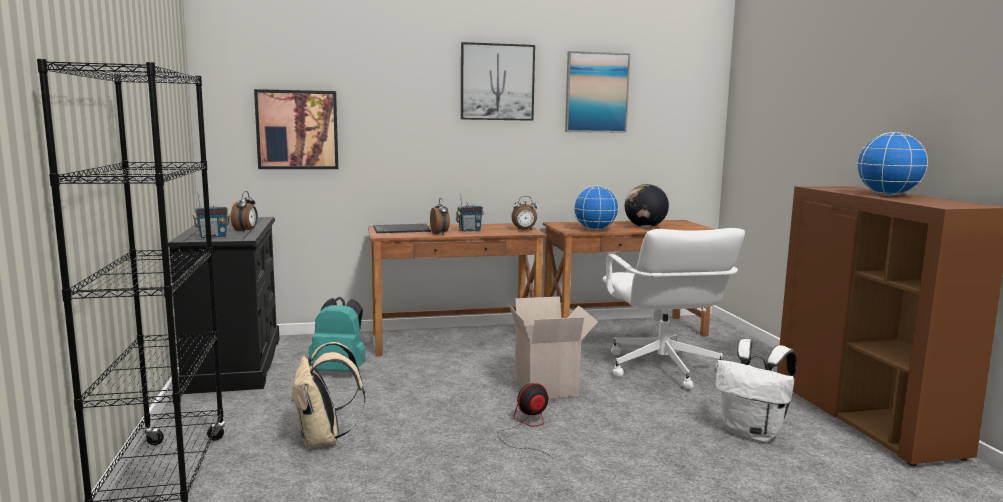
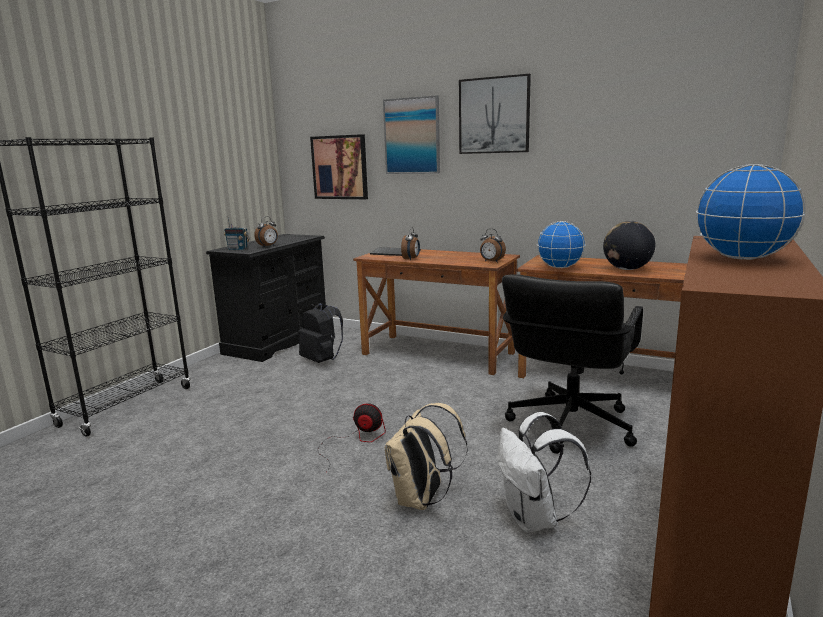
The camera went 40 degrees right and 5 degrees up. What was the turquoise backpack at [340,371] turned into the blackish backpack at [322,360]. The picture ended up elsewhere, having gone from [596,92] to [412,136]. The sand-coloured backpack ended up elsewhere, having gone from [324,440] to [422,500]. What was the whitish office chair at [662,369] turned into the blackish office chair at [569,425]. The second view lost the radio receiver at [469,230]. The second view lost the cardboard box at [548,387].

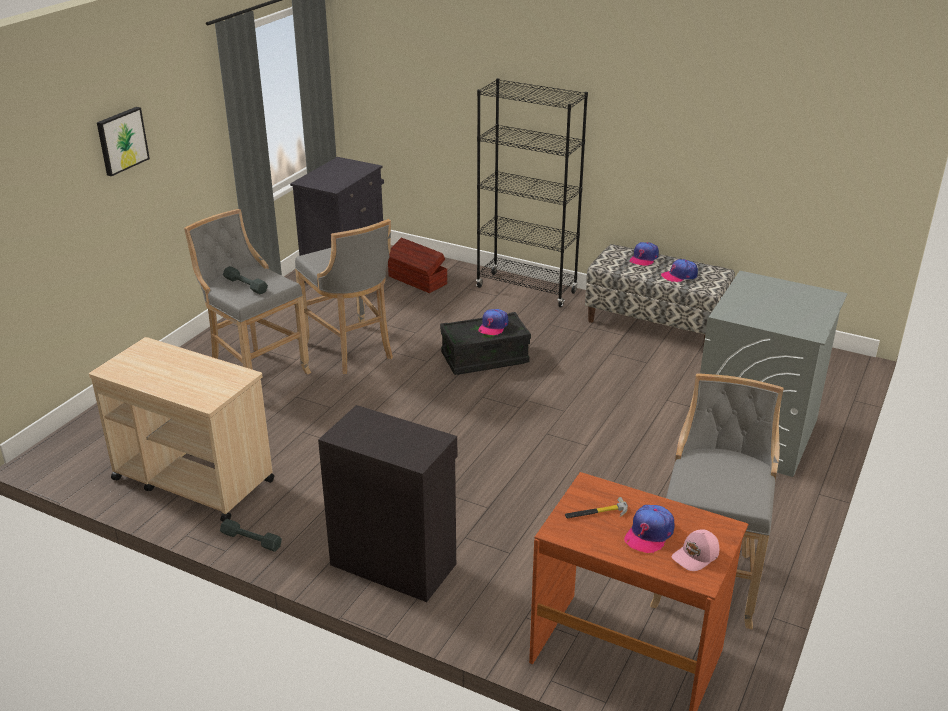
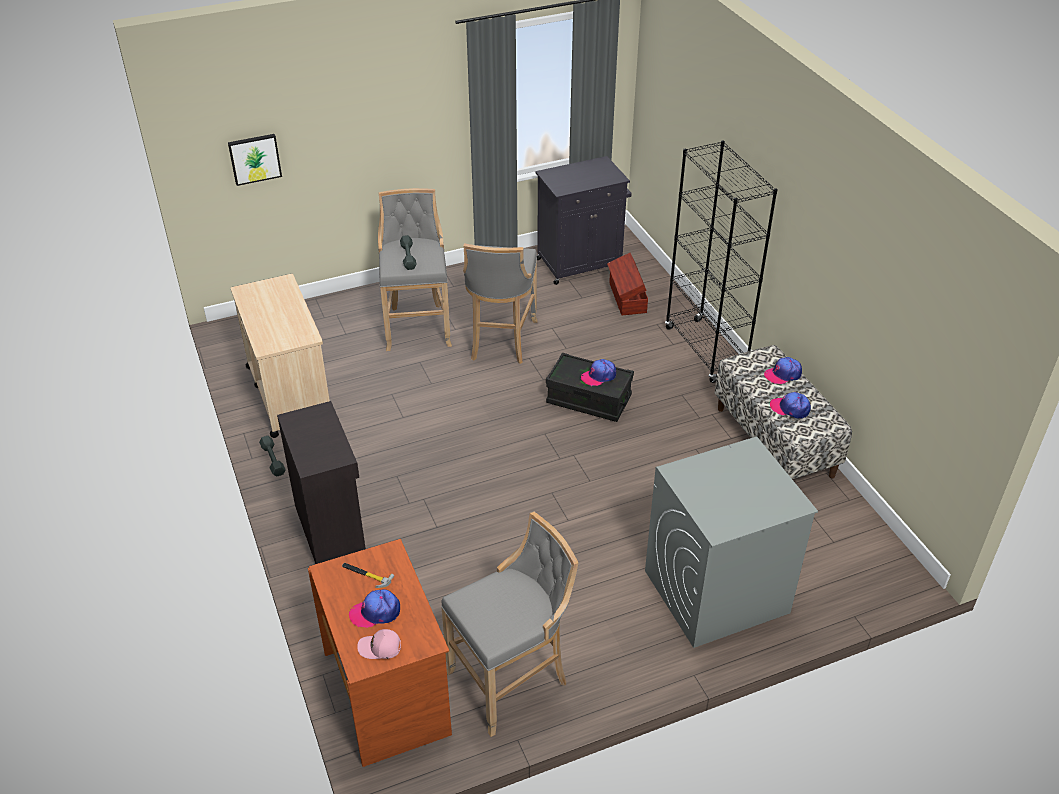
The camera went 40 degrees right and 10 degrees up. The picture ended up elsewhere, having gone from [121,140] to [254,158].

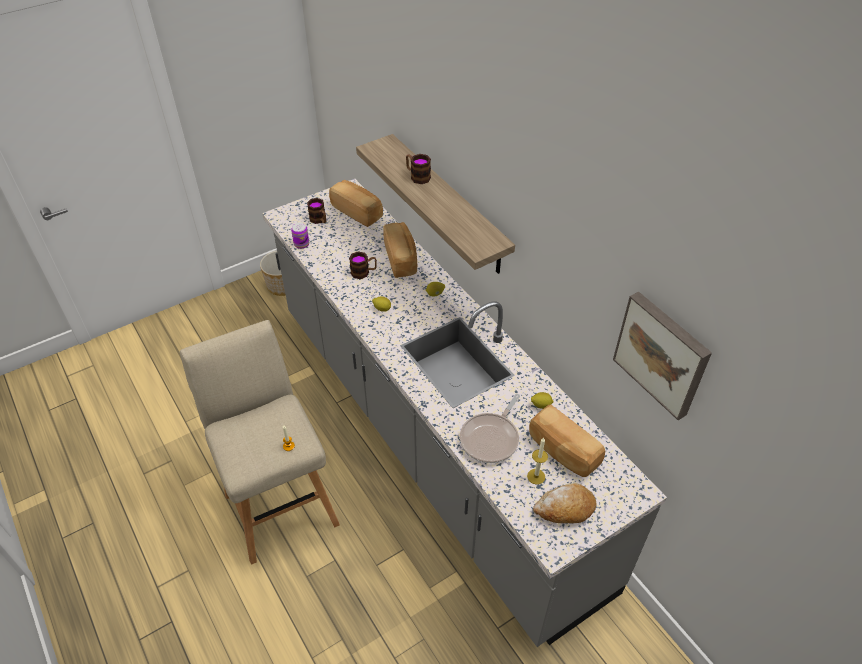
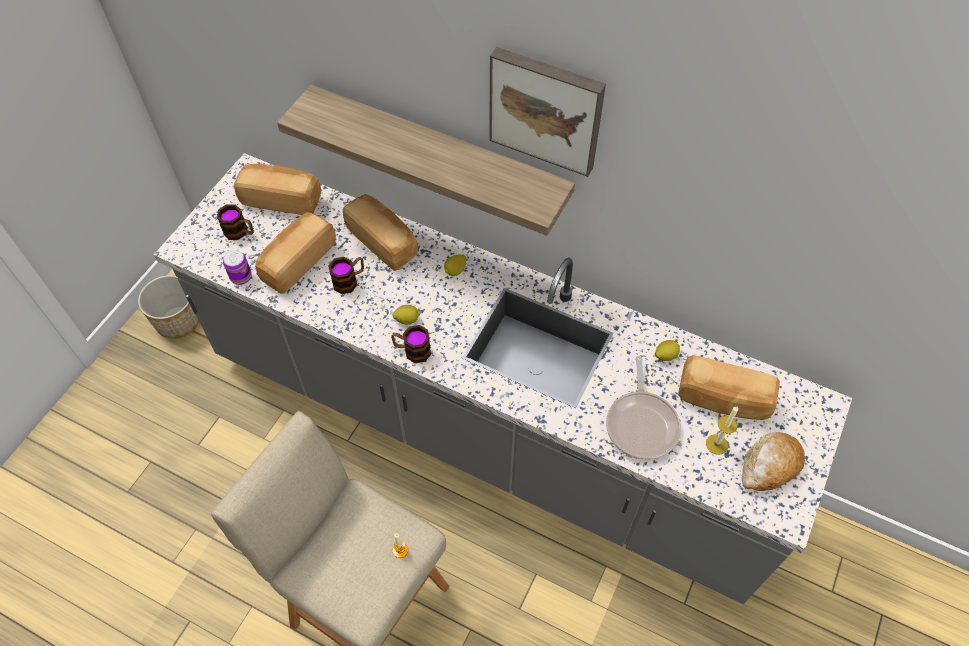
The camera went 30 degrees left and 10 degrees up. The second view gained the baked bread at [297,262]. The tea mug ended up elsewhere, having gone from [417,176] to [412,350]. The picture ended up elsewhere, having gone from [662,353] to [546,109].

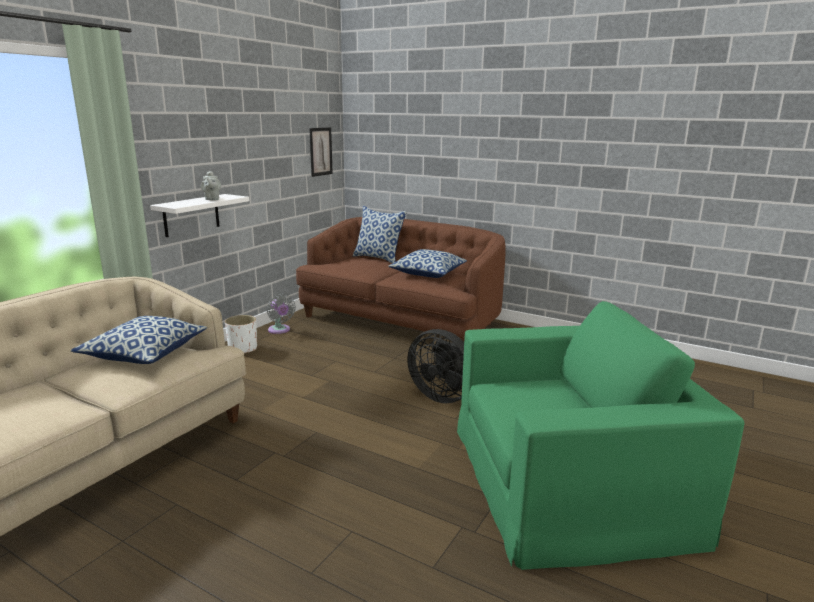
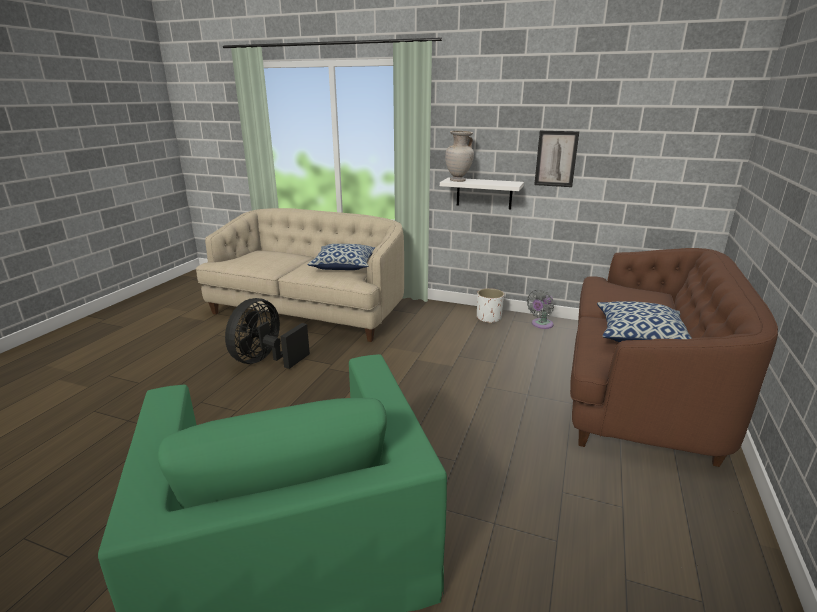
The camera went 80 degrees right and 5 degrees up. The blackish cooling fan ended up elsewhere, having gone from [442,395] to [266,360]. The second view gained the sand-coloured flower vase at [458,181]. The picture ended up elsewhere, having gone from [320,151] to [556,159]. The second view lost the greyish pot for tea at [212,199]. The second view lost the cushion at [378,258].

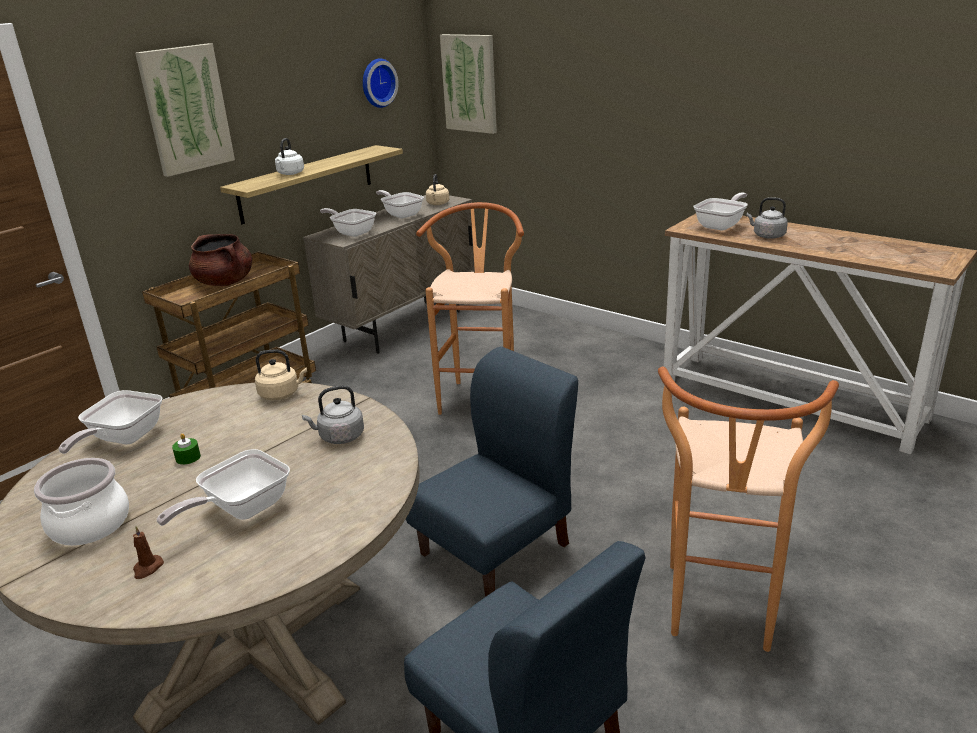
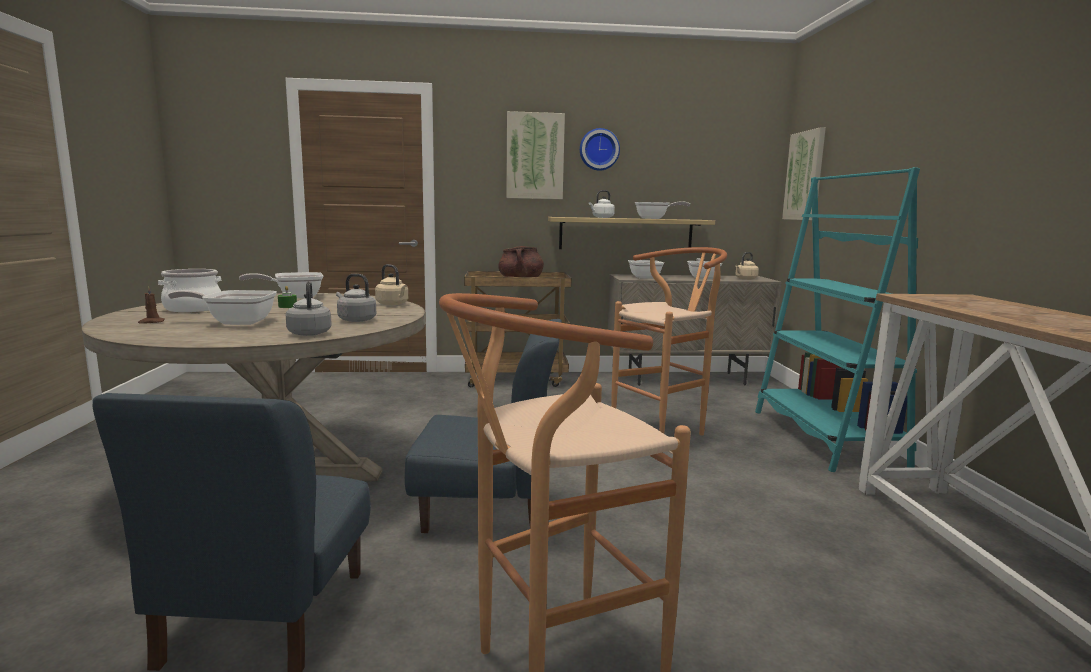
The camera went 45 degrees right and 15 degrees down. The greyish kettle ended up elsewhere, having gone from [767,236] to [310,333]. The clock on the wall ended up elsewhere, having gone from [377,83] to [599,149]. The frying pan ended up elsewhere, having gone from [722,225] to [655,218]. The second view gained the turquoise bookshelf at [825,437].

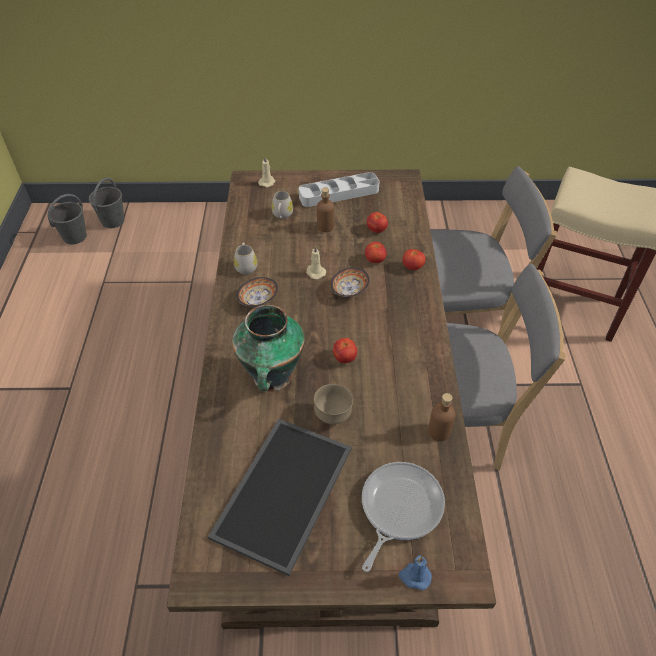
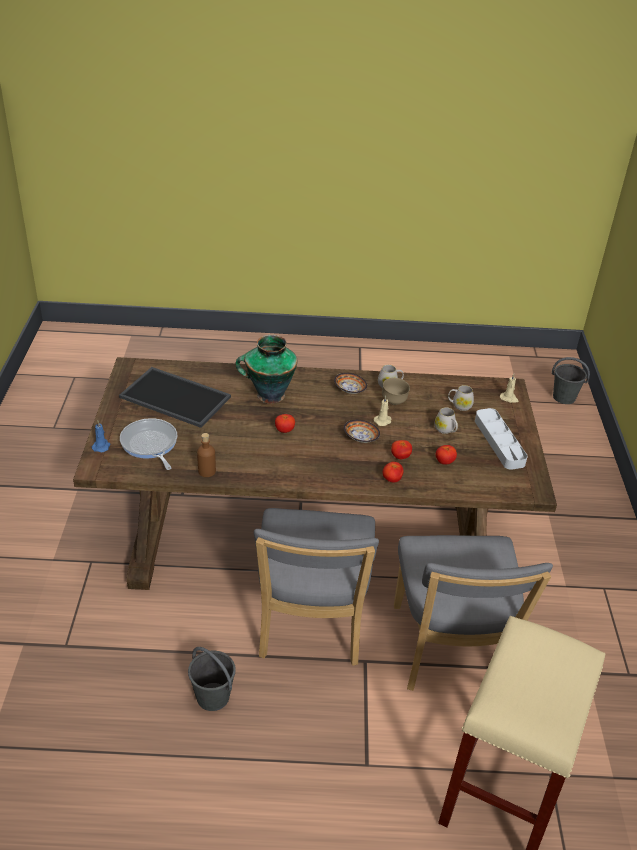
The camera went 90 degrees right and 10 degrees down. The frying pan at [398,508] ended up facing another way, 150 degrees counterclockwise from before. The greyish pail ended up elsewhere, having gone from [74,237] to [212,696]. The brown-coloured deep dish ended up elsewhere, having gone from [333,415] to [394,402]. Where the brown-coloured beverage bottle stood at [325,226], the whitish tea mug came to stand at [446,430].

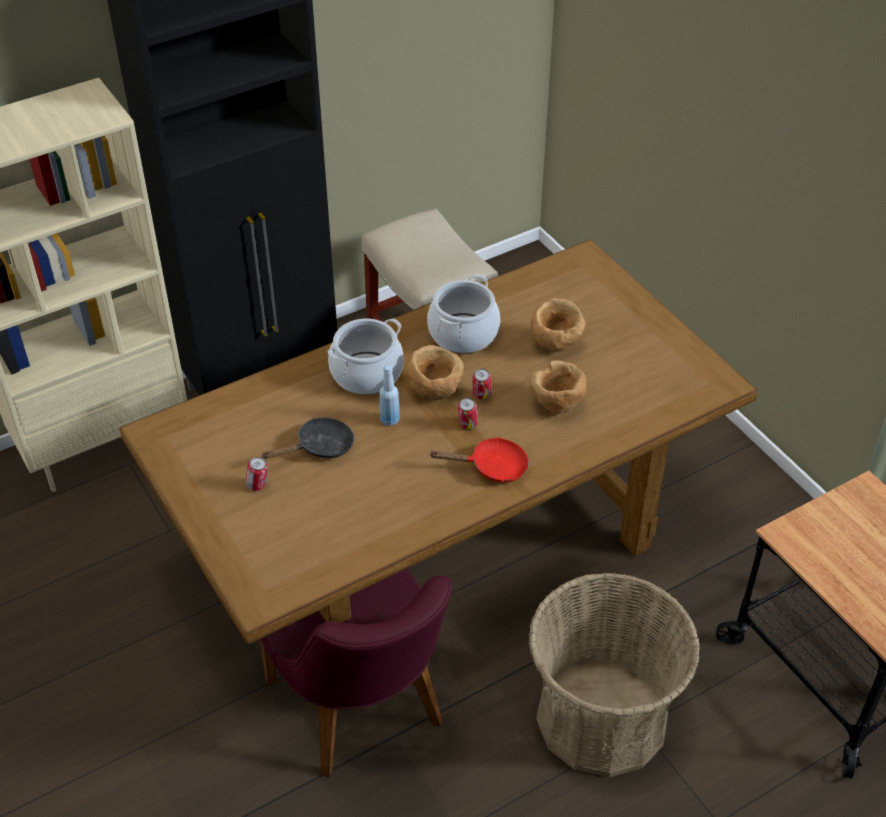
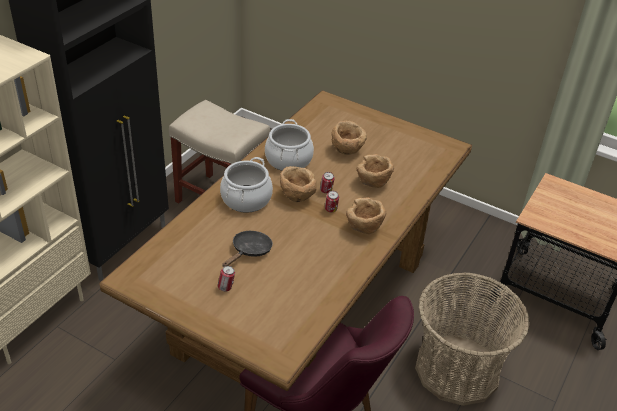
The camera went 30 degrees left and 5 degrees down. Where the red-coloured frying pan stood at [492,467], the brown-coloured deep dish came to stand at [364,229]. The second view lost the bluish beverage bottle at [390,420].

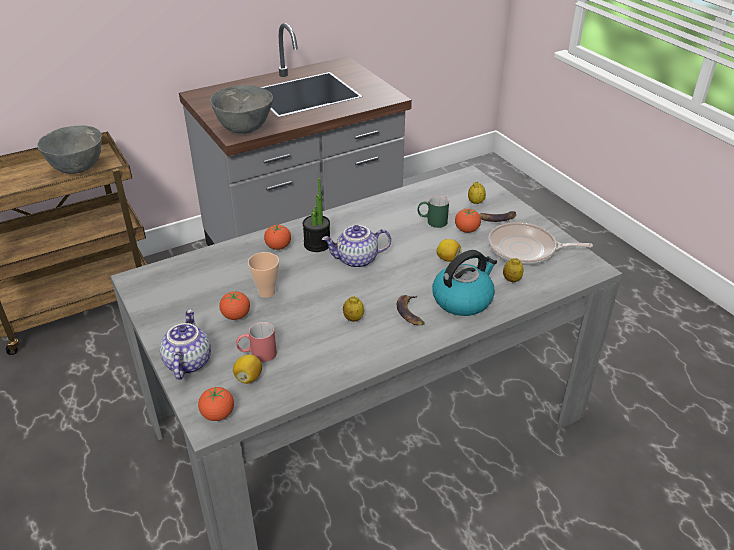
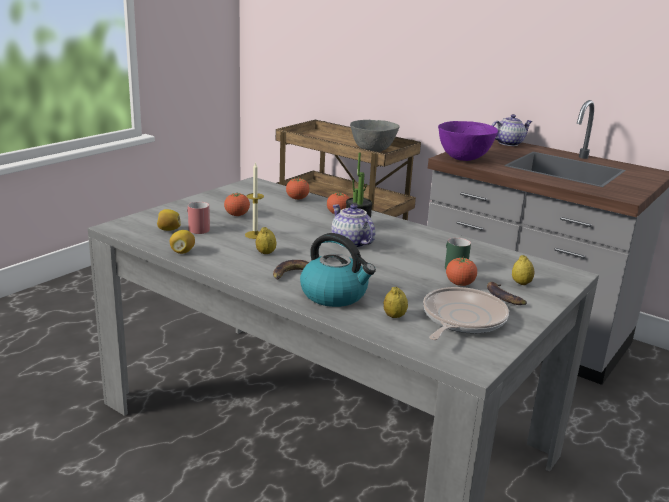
The camera went 65 degrees right and 15 degrees down. The citrus fruit ended up elsewhere, having gone from [448,259] to [182,252]. The second view gained the wax candle at [255,235]. The tomato ended up elsewhere, having gone from [218,414] to [297,199]. The frying pan at [525,250] ended up facing another way, 45 degrees clockwise from before. What was the greyish deep dish at [244,129] turned into the purplish deep dish at [463,159]. The pot for tea ended up elsewhere, having gone from [187,362] to [508,143]. The second view lost the small cup at [266,292].

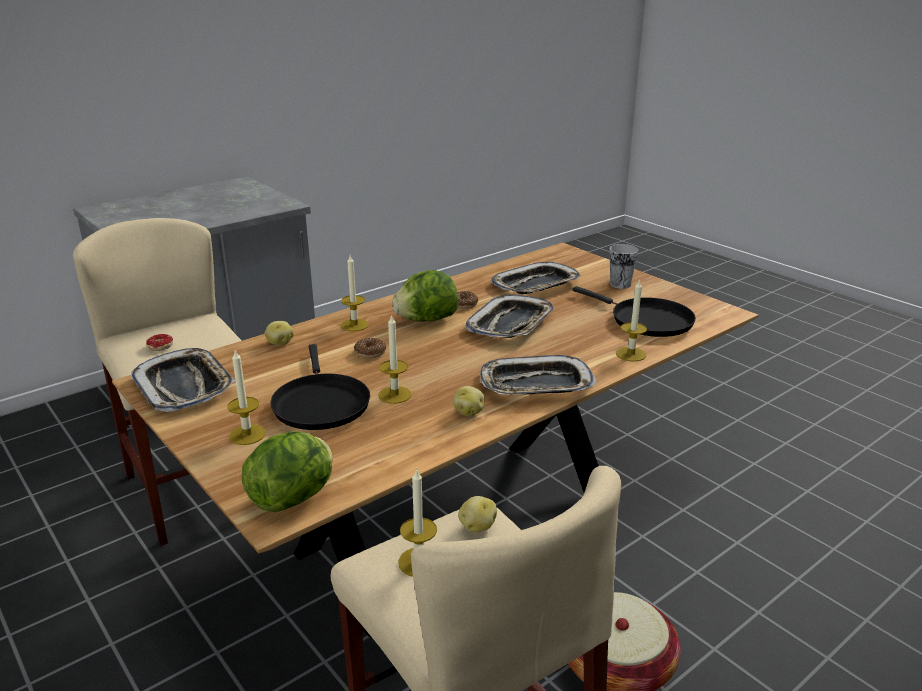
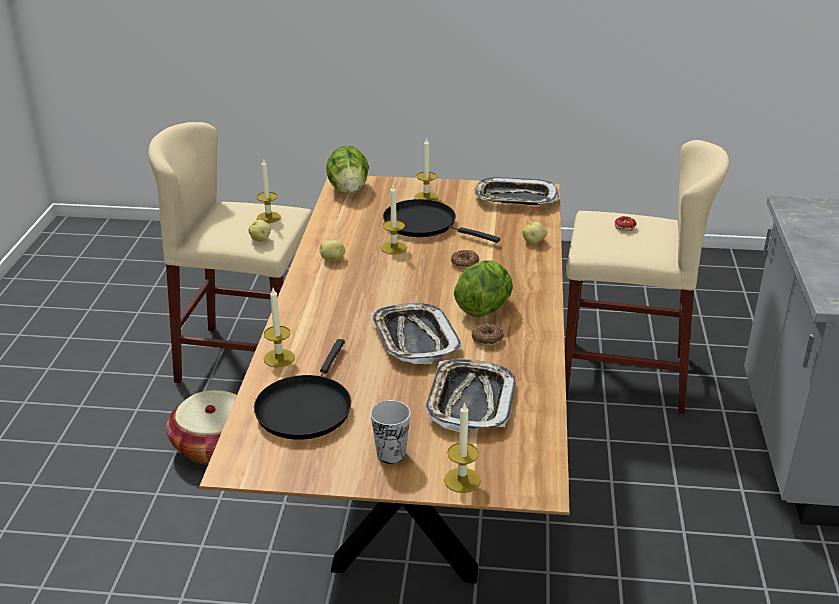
The camera went 135 degrees right and 5 degrees up. The blackish frying pan at [646,320] ended up facing another way, 75 degrees counterclockwise from before. The wax candle ended up elsewhere, having gone from [354,325] to [462,480]. The second view lost the carrying tray at [535,385].

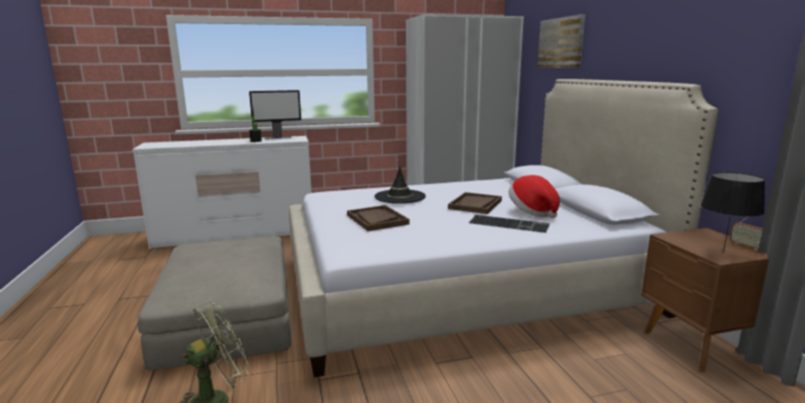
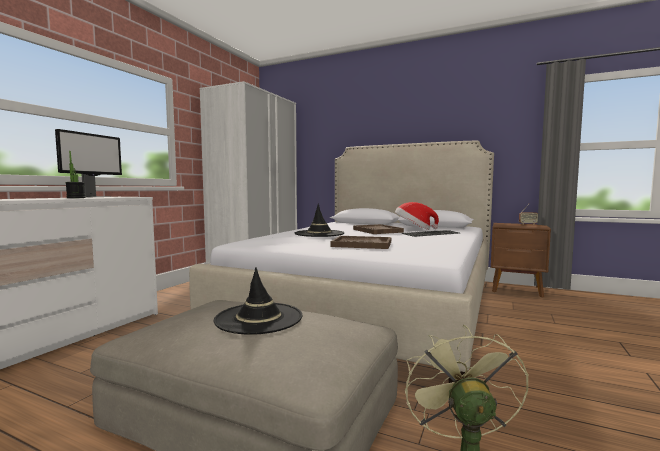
The camera went 50 degrees left and 10 degrees down. The second view gained the blackish hat at [259,318]. The second view lost the picture at [561,43]. The second view lost the blackish table lamp at [722,253].

